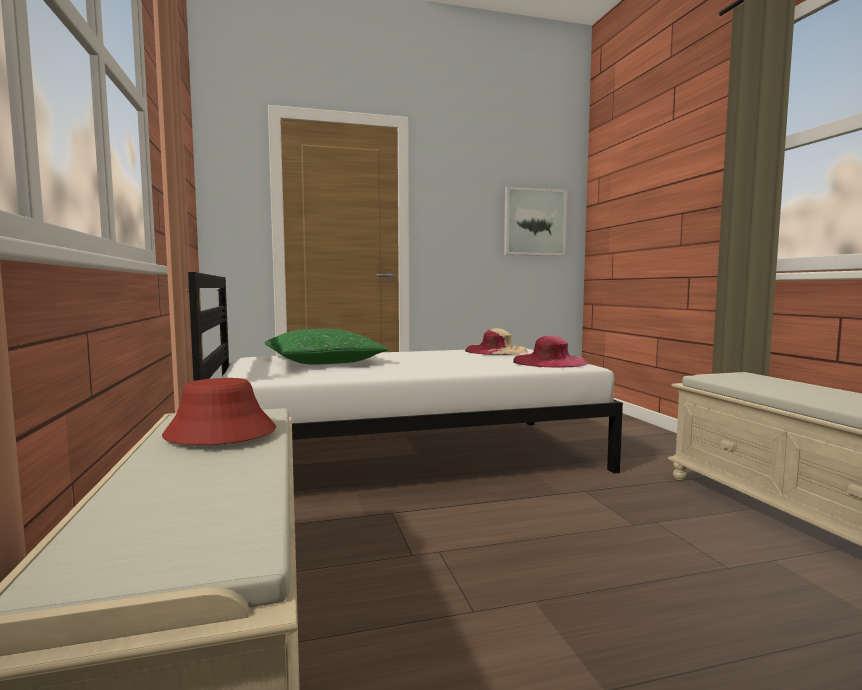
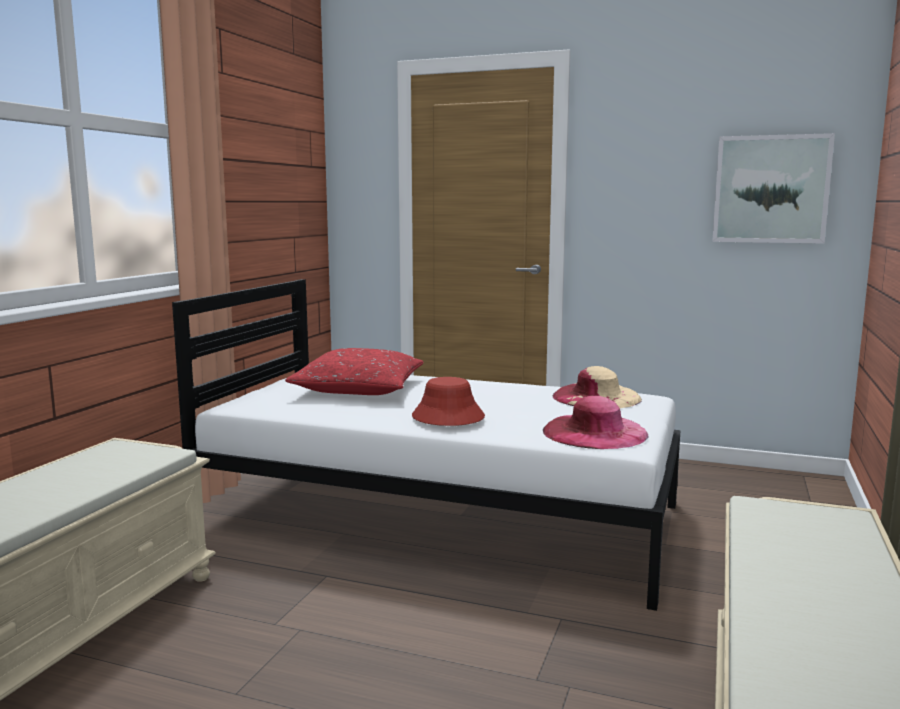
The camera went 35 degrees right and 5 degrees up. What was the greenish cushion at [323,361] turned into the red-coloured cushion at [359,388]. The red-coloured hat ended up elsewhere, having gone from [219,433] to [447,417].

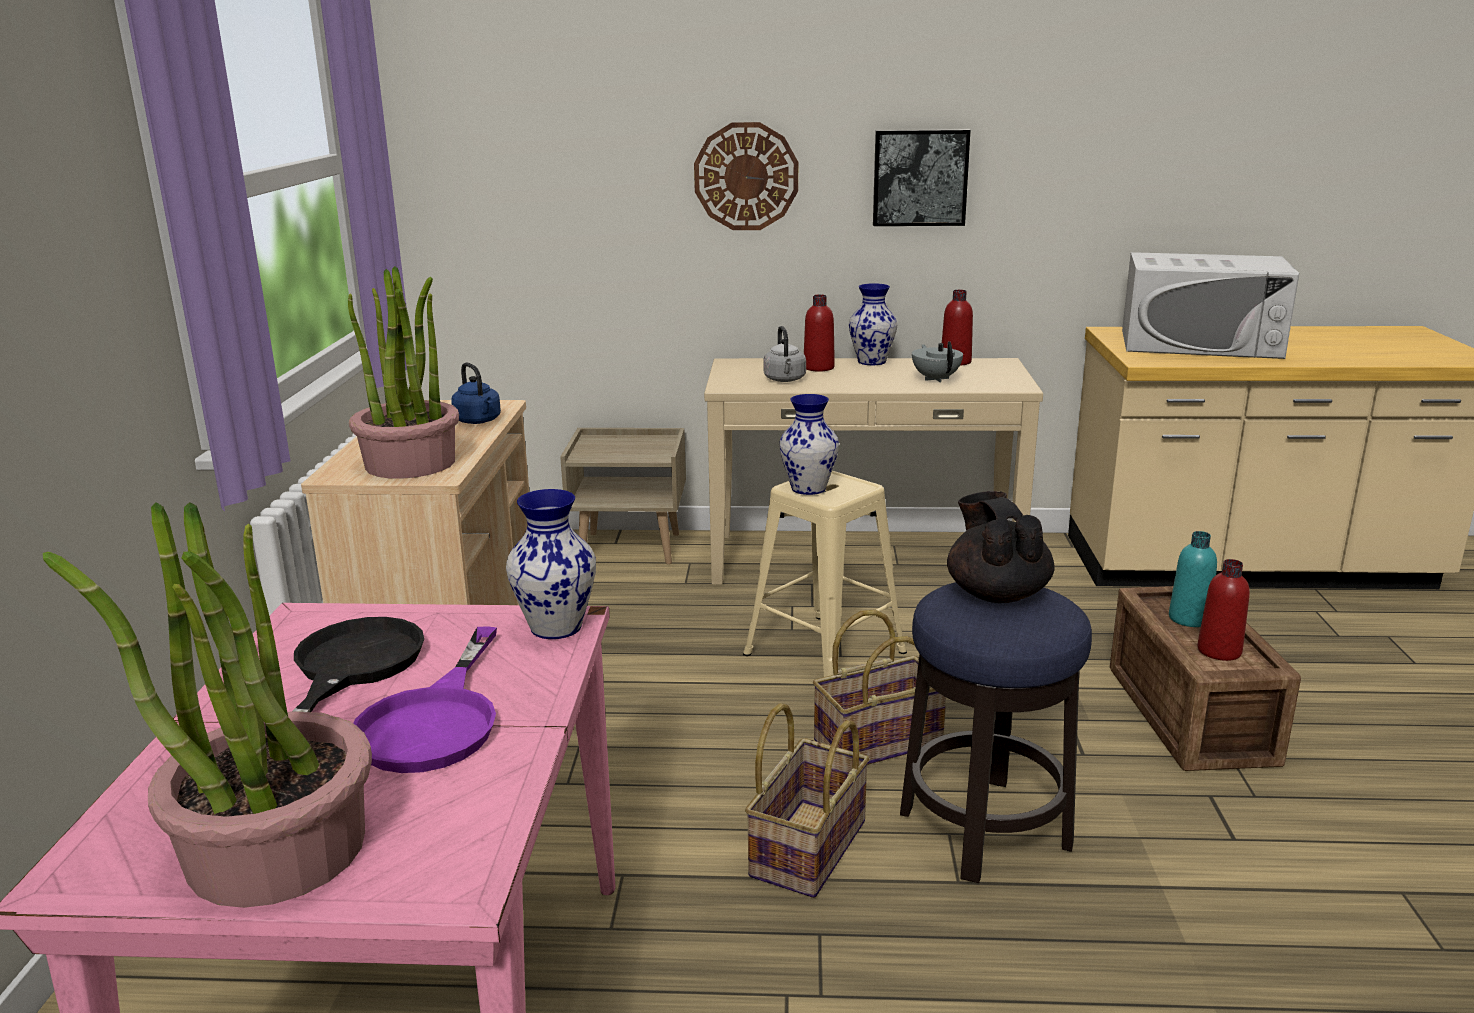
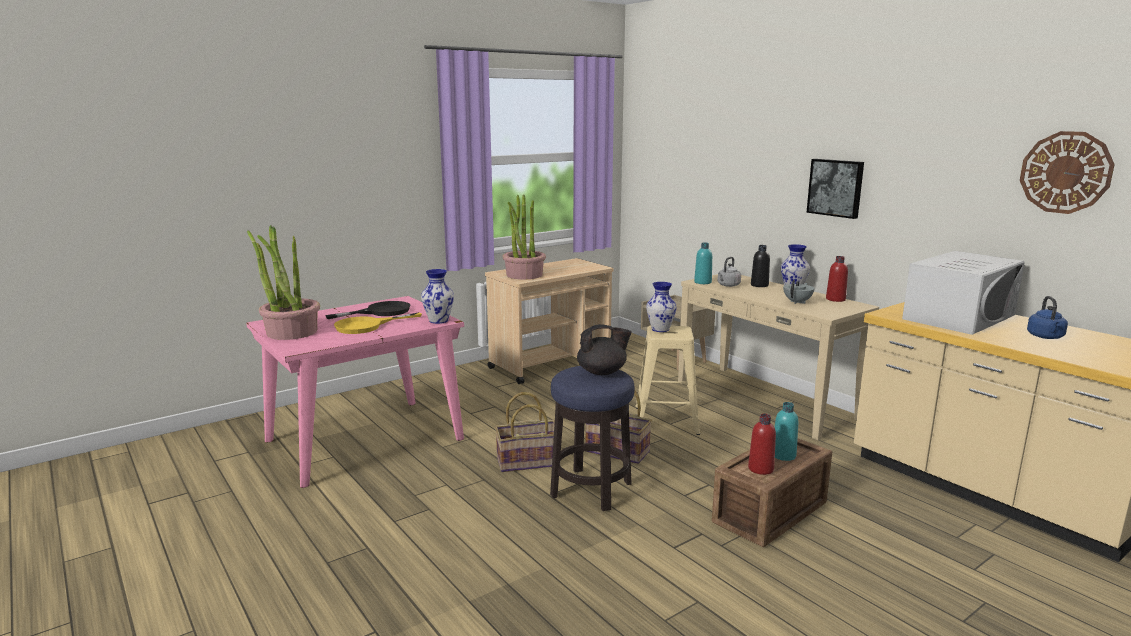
The camera went 50 degrees right and 5 degrees down. What was the purplish frying pan at [436,720] turned into the yellow-coloured frying pan at [367,326]. The blackish pot for tea at [996,593] ended up facing another way, 45 degrees clockwise from before. The second view gained the turquoise beverage bottle at [702,282]. What was the red-coloured beverage bottle at [818,368] turned into the blackish beverage bottle at [759,285]. The whitish microwave oven at [1200,344] ended up facing another way, 105 degrees counterclockwise from before. The clock on the wall ended up elsewhere, having gone from [746,176] to [1065,172]. The bluish kettle ended up elsewhere, having gone from [479,421] to [1045,337].

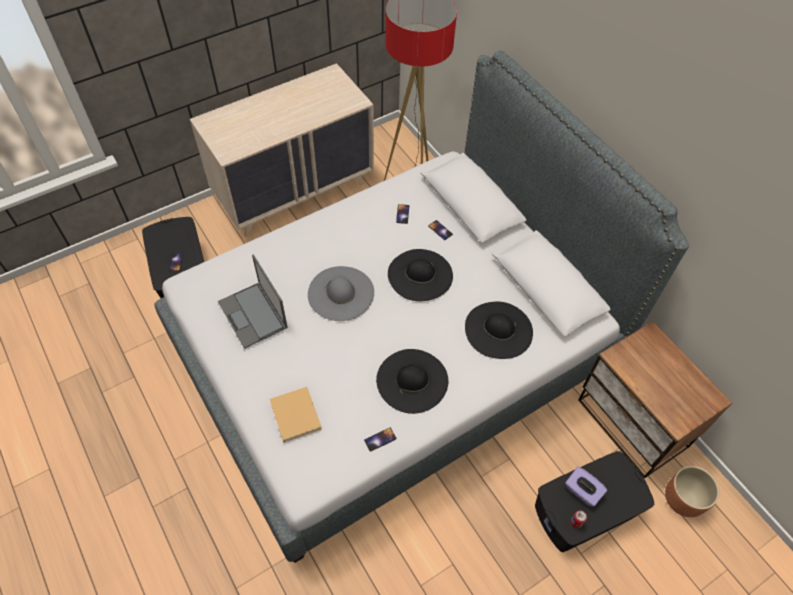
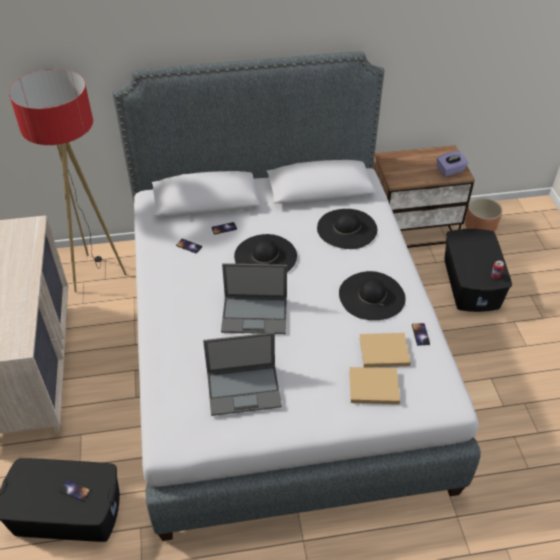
The camera went 65 degrees left and 10 degrees down. Where the greyish hat stood at [341,293], the laptop came to stand at [255,315]. The second view gained the sand-coloured volume at [382,351]. The purplish box of tissues ended up elsewhere, having gone from [582,491] to [450,170].

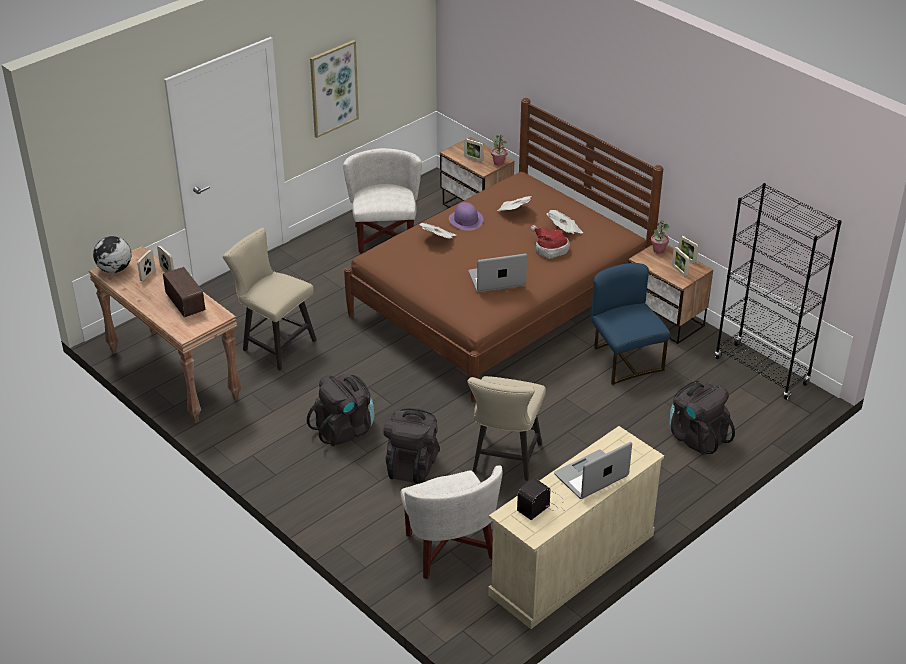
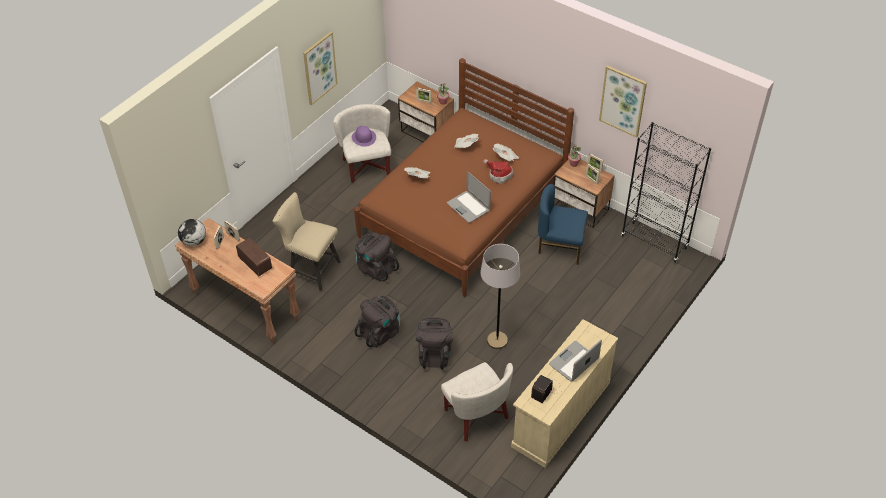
The camera went 10 degrees left and 10 degrees up. The purplish hat ended up elsewhere, having gone from [465,220] to [363,137]. The blackish backpack ended up elsewhere, having gone from [696,437] to [375,268]. The laptop at [497,279] ended up facing another way, 105 degrees counterclockwise from before. Where the sand-coloured plain chair stood at [504,461], the greyish standing lamp came to stand at [497,340]. The bluish plain chair at [624,360] ended up facing another way, 45 degrees counterclockwise from before. The second view gained the picture at [623,101].

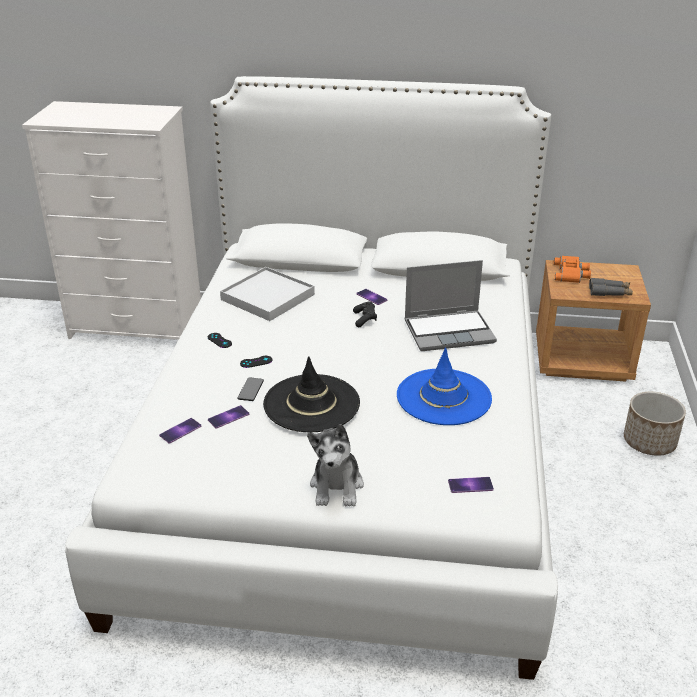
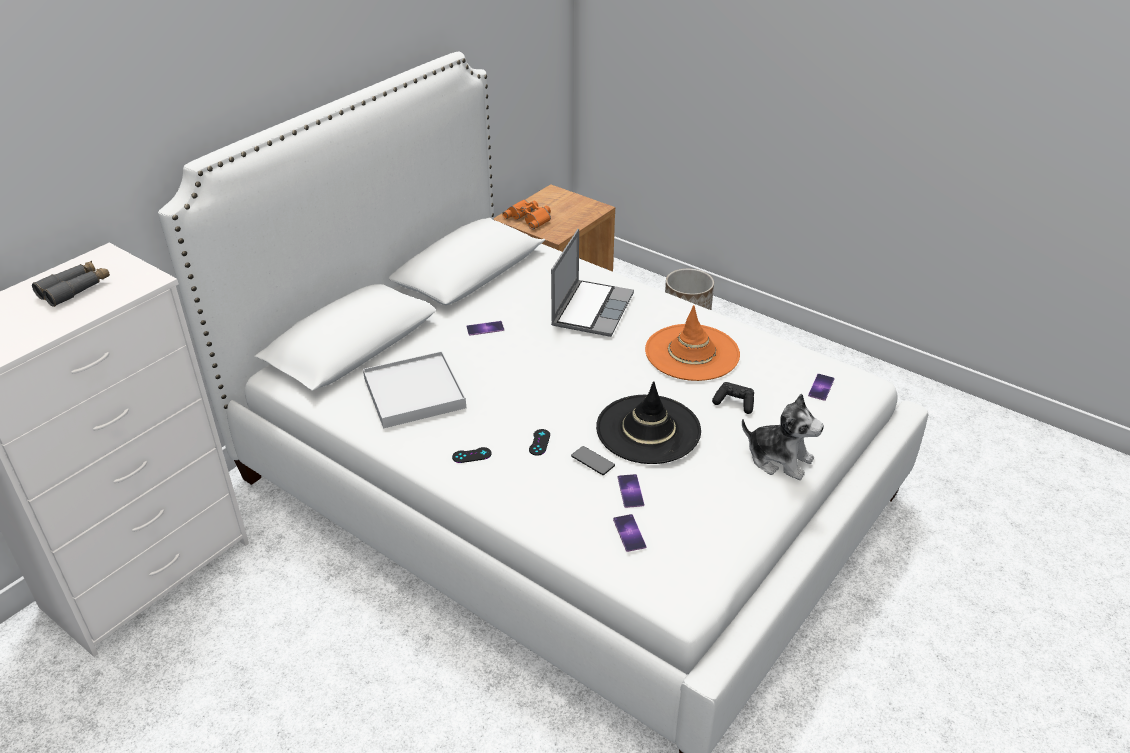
The camera went 60 degrees left and 5 degrees up. The greyish pair of binoculars ended up elsewhere, having gone from [609,292] to [75,289]. What was the bluish hat at [443,397] turned into the orange-coloured hat at [692,353]. The blackish game controller ended up elsewhere, having gone from [365,319] to [734,403].

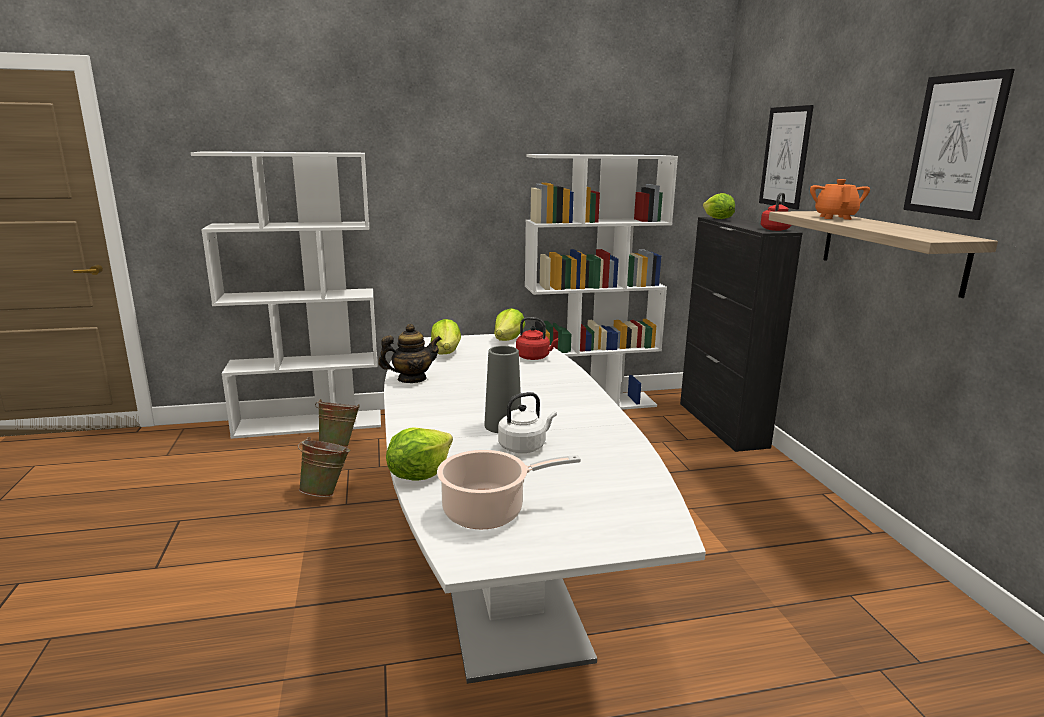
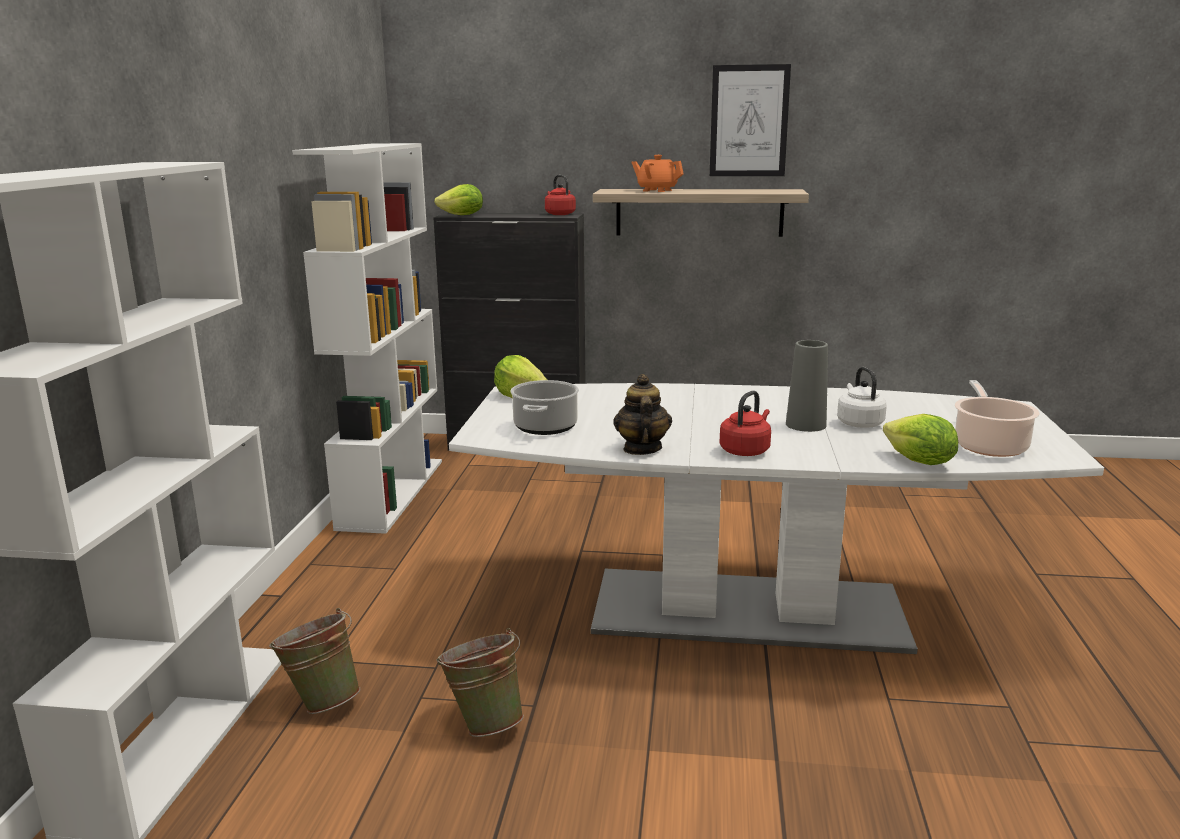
The camera went 70 degrees left and 0 degrees up. Where the lettuce stood at [446,352], the saucepot came to stand at [545,427]. The red-coloured kettle ended up elsewhere, having gone from [534,357] to [746,450]. The second view lost the picture at [785,157].

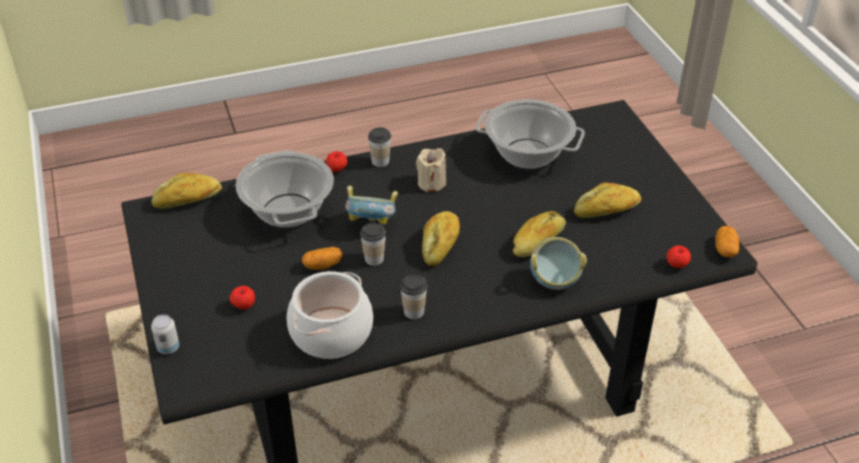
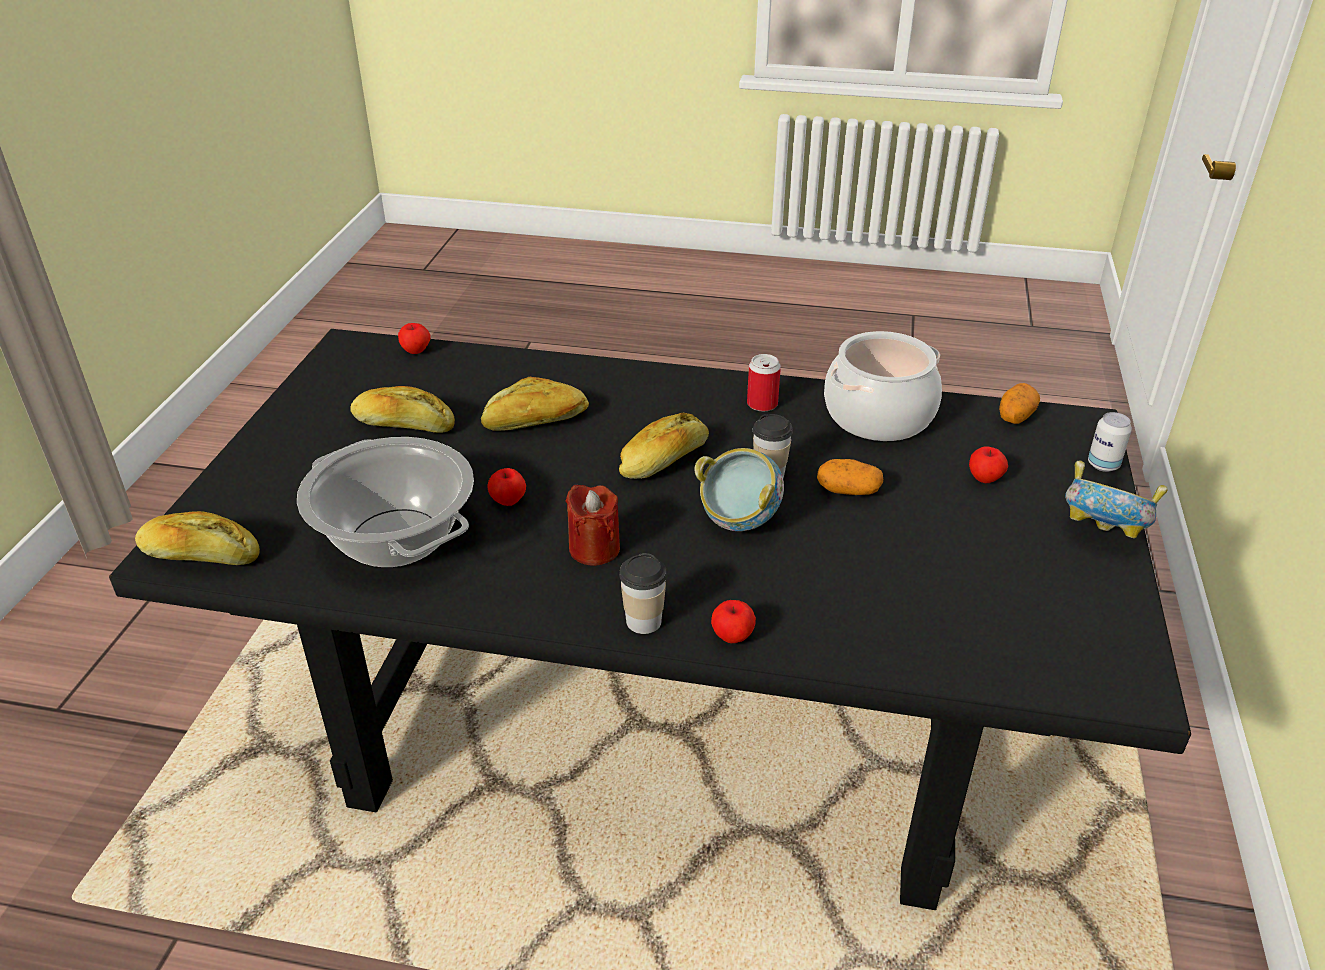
The camera went 150 degrees left and 5 degrees down. The baked bread ended up elsewhere, having gone from [188,200] to [201,556]. The second view gained the whole apple at [508,500]. What was the sand-coloured wax candle at [431,183] turned into the red-coloured wax candle at [594,549]. Where the small cup stood at [414,311], the can came to stand at [762,404]. The whole potato ended up elsewhere, having gone from [725,249] to [1015,416]. The deep dish ended up elsewhere, having gone from [554,281] to [1102,535]. The second view lost the saucepot at [287,210].

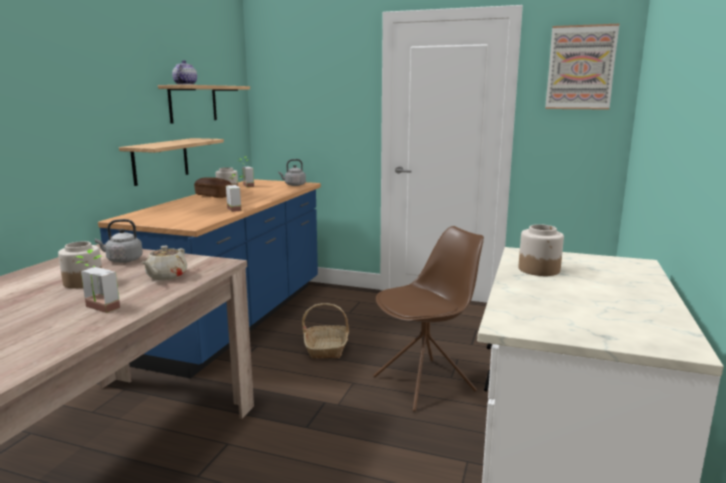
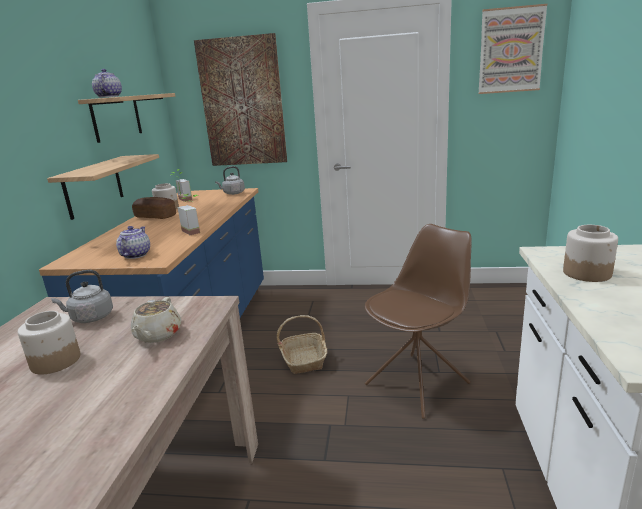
The camera went 10 degrees left and 5 degrees up. The second view gained the pot for tea at [136,255]. The second view gained the picture at [242,103]. The second view lost the plant in a pot at [96,309].

